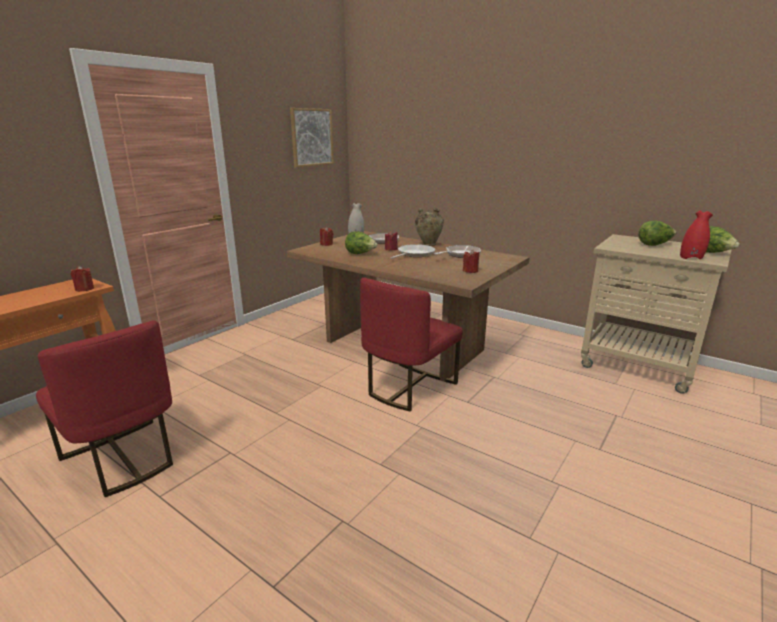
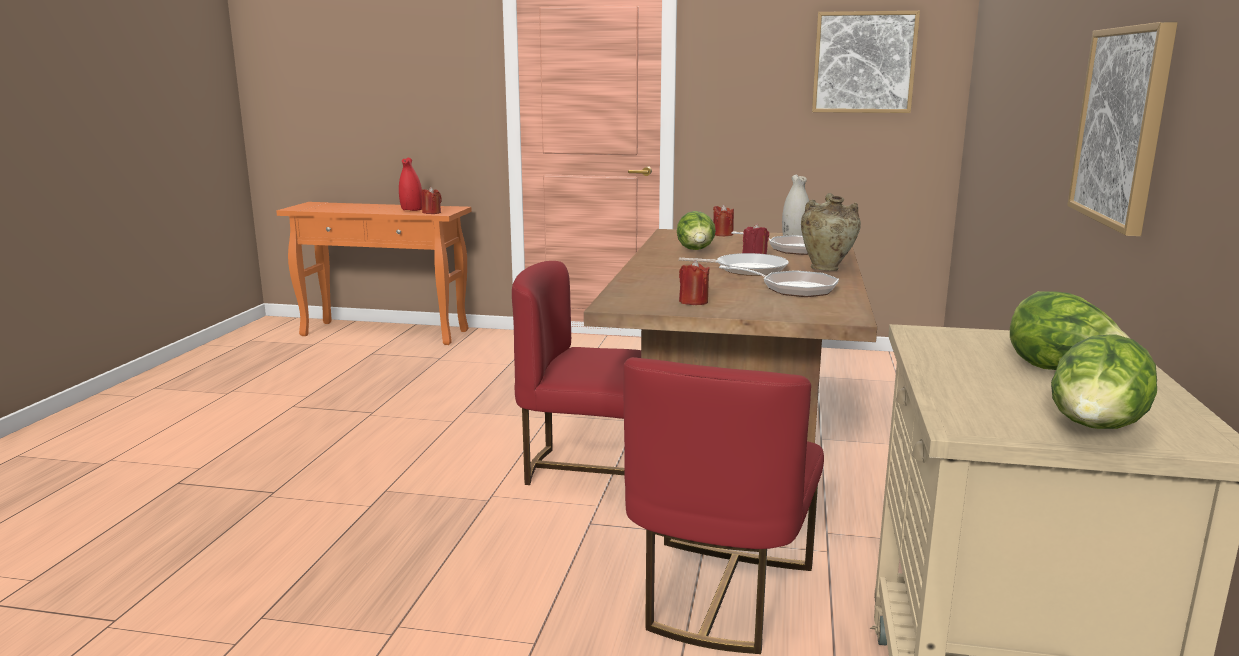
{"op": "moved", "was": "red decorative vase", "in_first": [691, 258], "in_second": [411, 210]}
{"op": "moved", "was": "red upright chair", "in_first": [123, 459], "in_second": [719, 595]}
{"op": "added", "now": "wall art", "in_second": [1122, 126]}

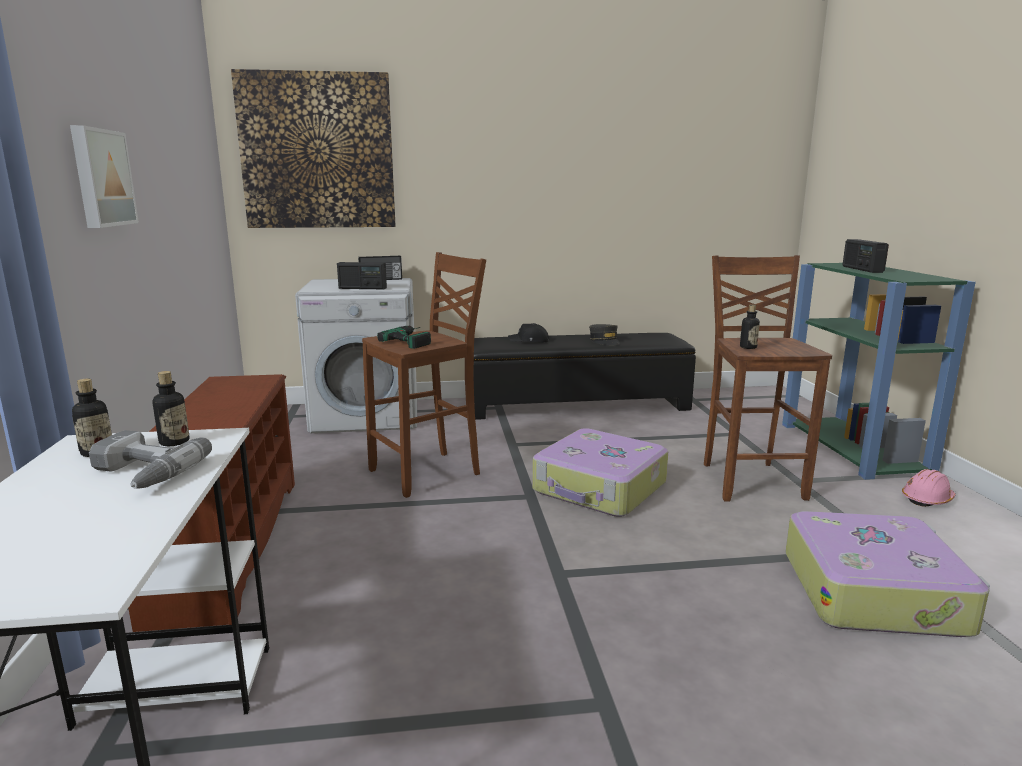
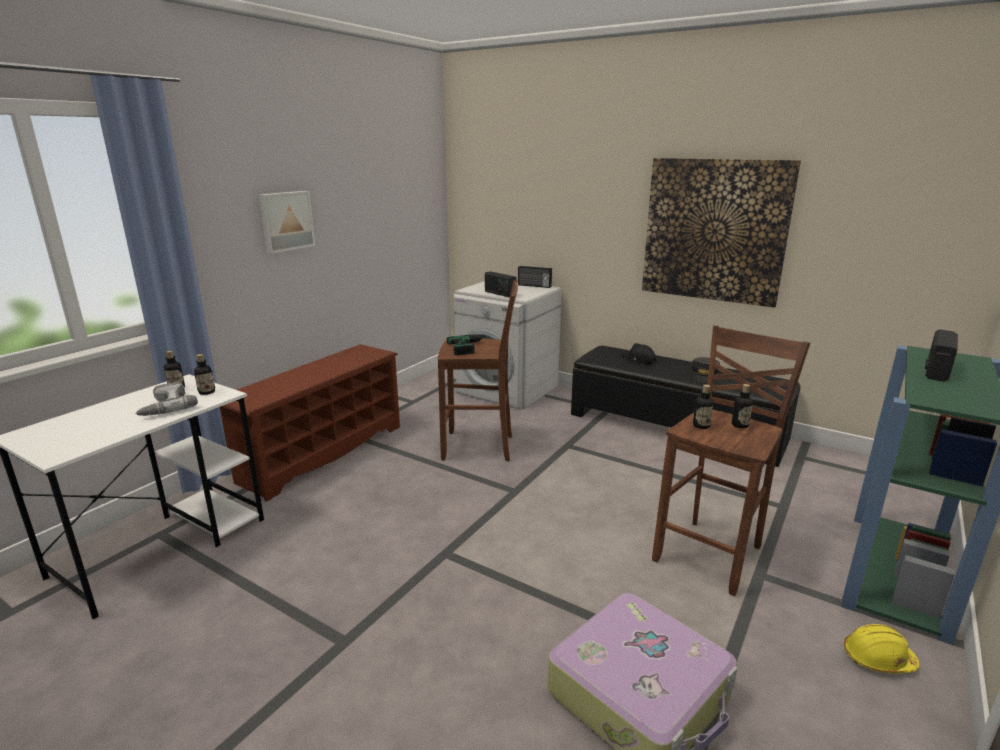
{"op": "moved", "was": "wall art", "in_first": [317, 151], "in_second": [714, 231]}
{"op": "removed", "was": "piece of luggage", "in_first": [600, 488]}
{"op": "recoloured", "was": "pink hard hat", "now": "yellow hard hat", "in_first": [927, 499], "in_second": [877, 659]}
{"op": "added", "now": "bottle", "in_second": [740, 425]}

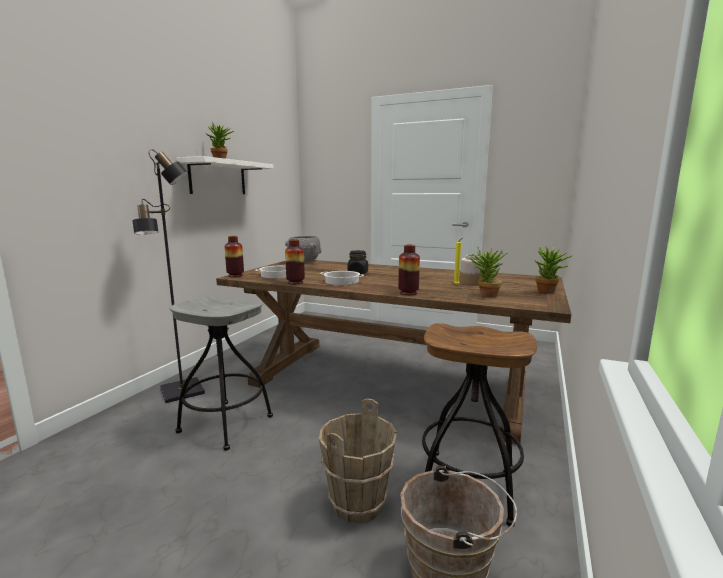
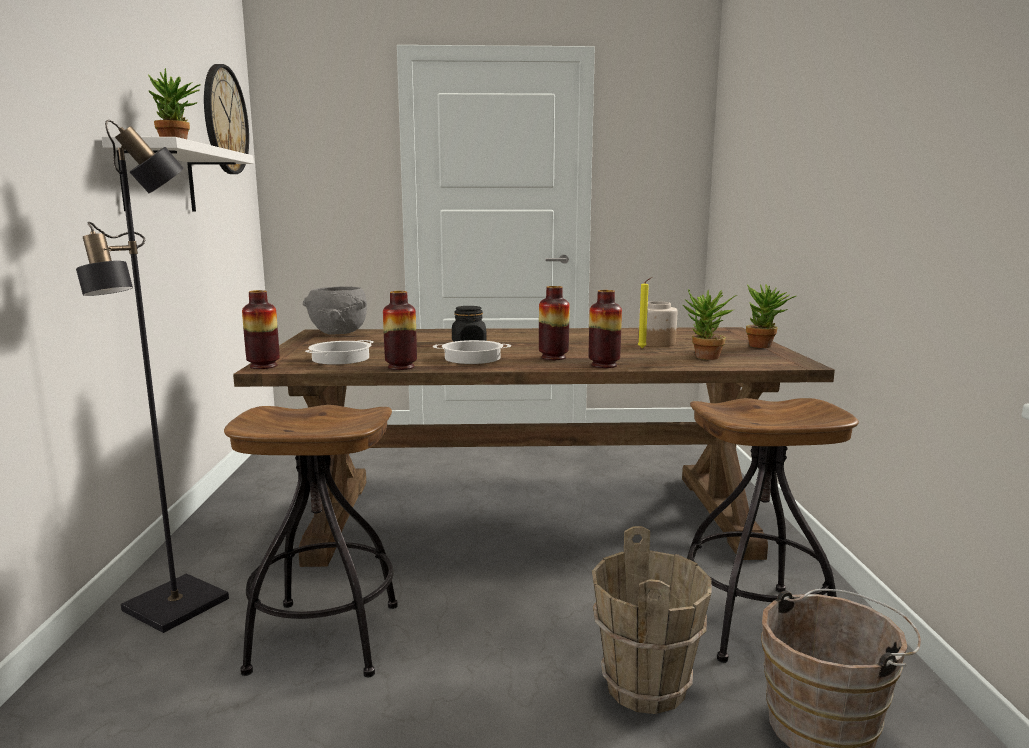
{"op": "recoloured", "was": "grey stool seat", "now": "brownish stool seat", "in_first": [225, 423], "in_second": [324, 636]}
{"op": "added", "now": "wall clock", "in_second": [225, 120]}
{"op": "added", "now": "decorative vase", "in_second": [553, 357]}

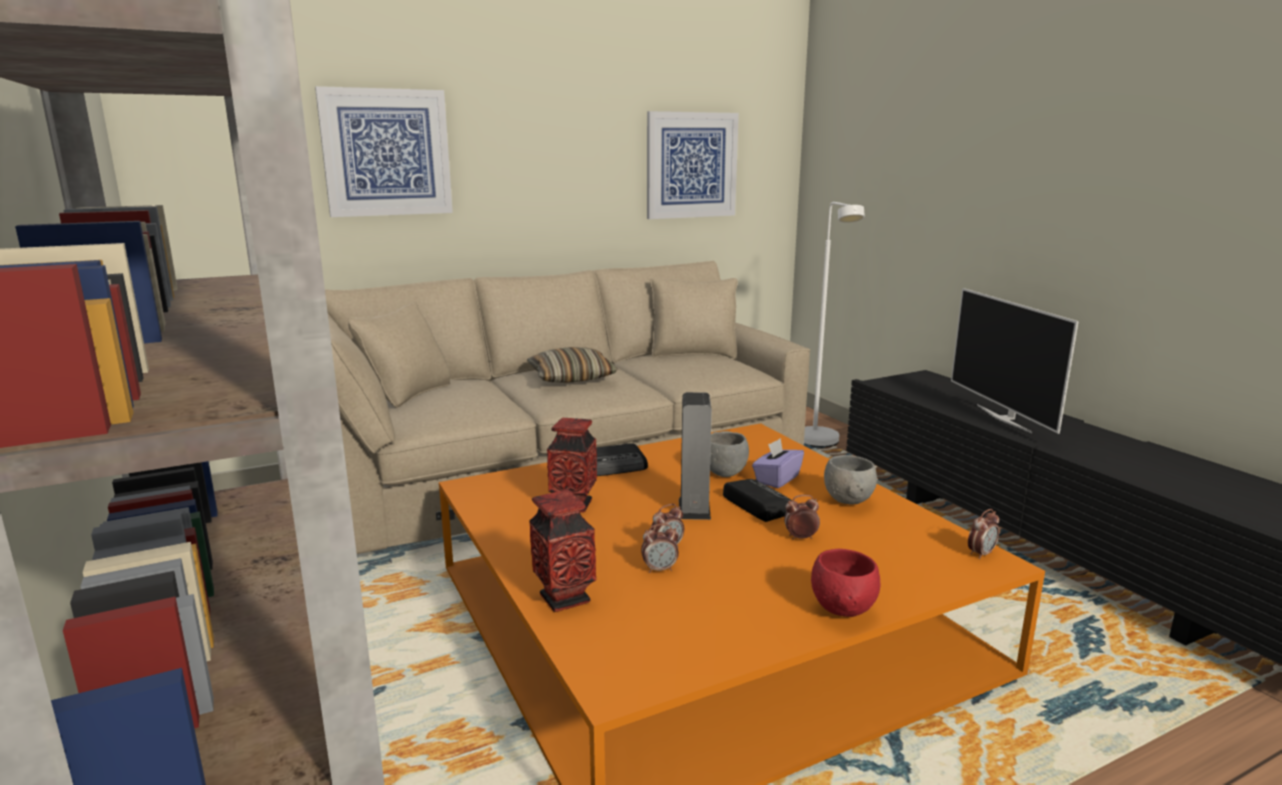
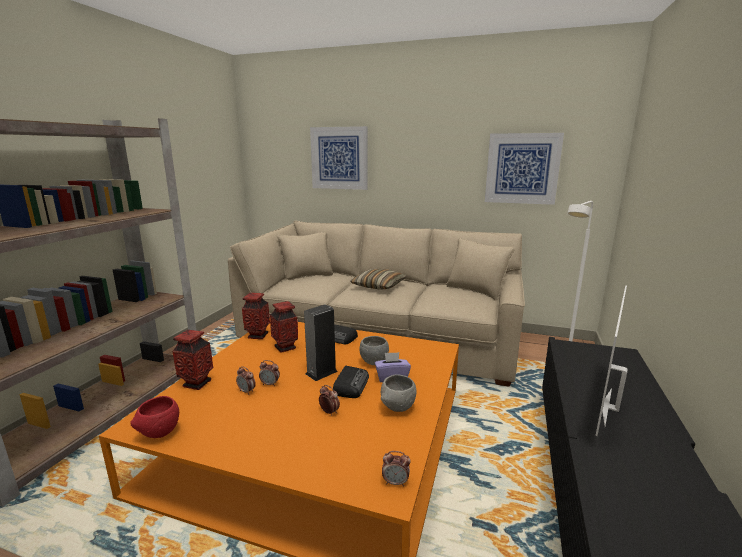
{"op": "moved", "was": "red serving bowl", "in_first": [842, 612], "in_second": [159, 433]}
{"op": "added", "now": "decorative vase", "in_second": [258, 335]}

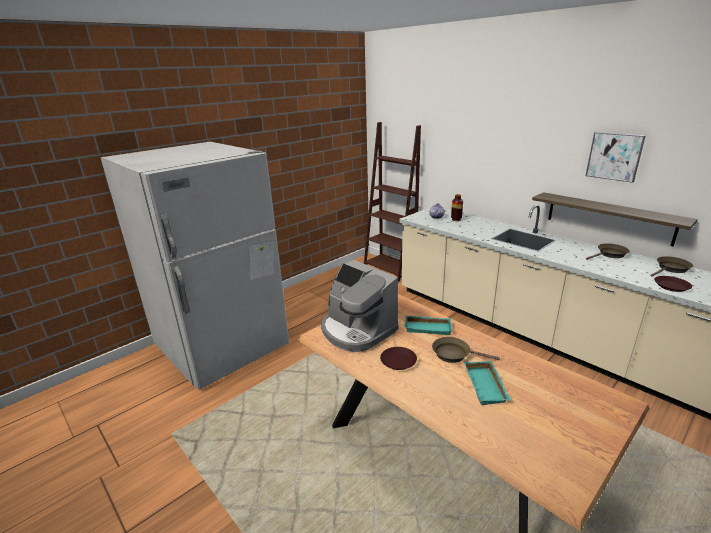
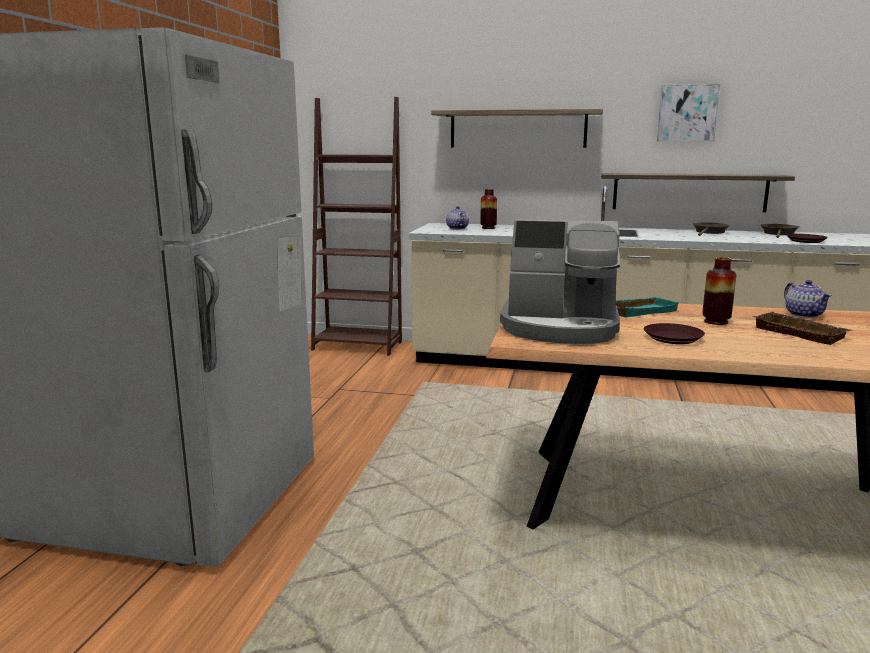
{"op": "replaced", "was": "brownish skillet", "now": "decorative vase", "in_first": [454, 354], "in_second": [716, 322]}
{"op": "recoloured", "was": "turquoise-coloured serving tray", "now": "brownish serving tray", "in_first": [487, 386], "in_second": [801, 333]}
{"op": "added", "now": "shelf", "in_second": [517, 129]}
{"op": "added", "now": "teapot", "in_second": [804, 315]}

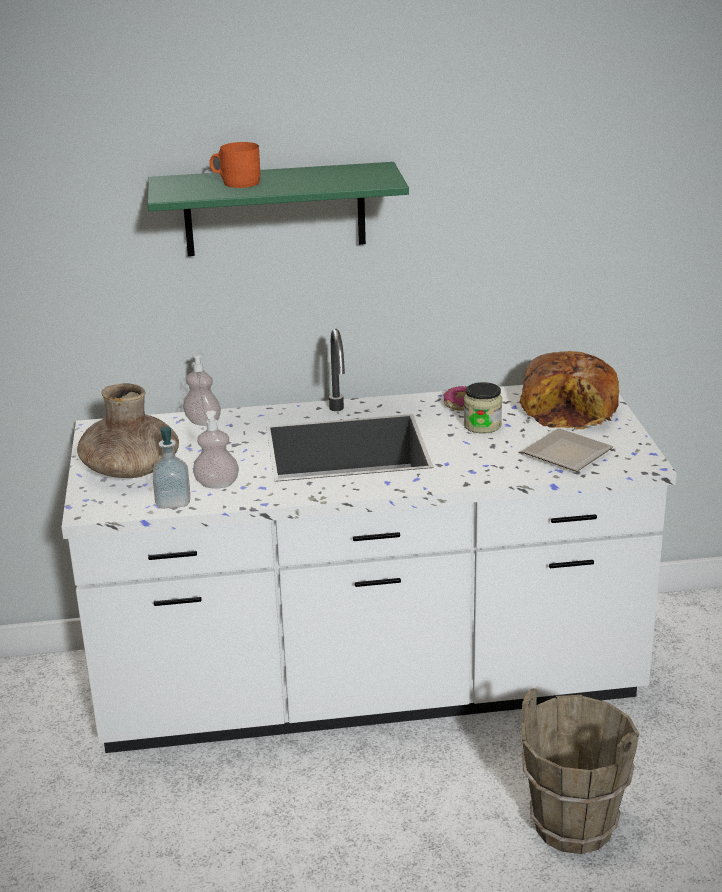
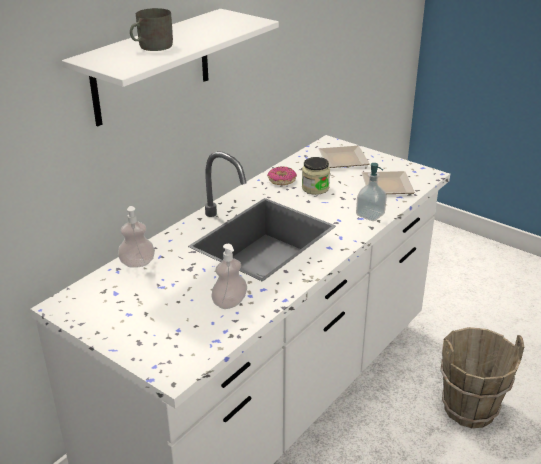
{"op": "recoloured", "was": "orange-coloured coffee mug", "now": "grey coffee mug", "in_first": [236, 182], "in_second": [151, 46]}
{"op": "recoloured", "was": "green-coloured shelf", "now": "white-coloured shelf", "in_first": [274, 209], "in_second": [152, 67]}
{"op": "replaced", "was": "bakery bread", "now": "flat dish", "in_first": [571, 409], "in_second": [341, 159]}
{"op": "removed", "was": "brownish decorative vase", "in_first": [131, 470]}
{"op": "moved", "was": "soap bottle", "in_first": [173, 501], "in_second": [370, 215]}

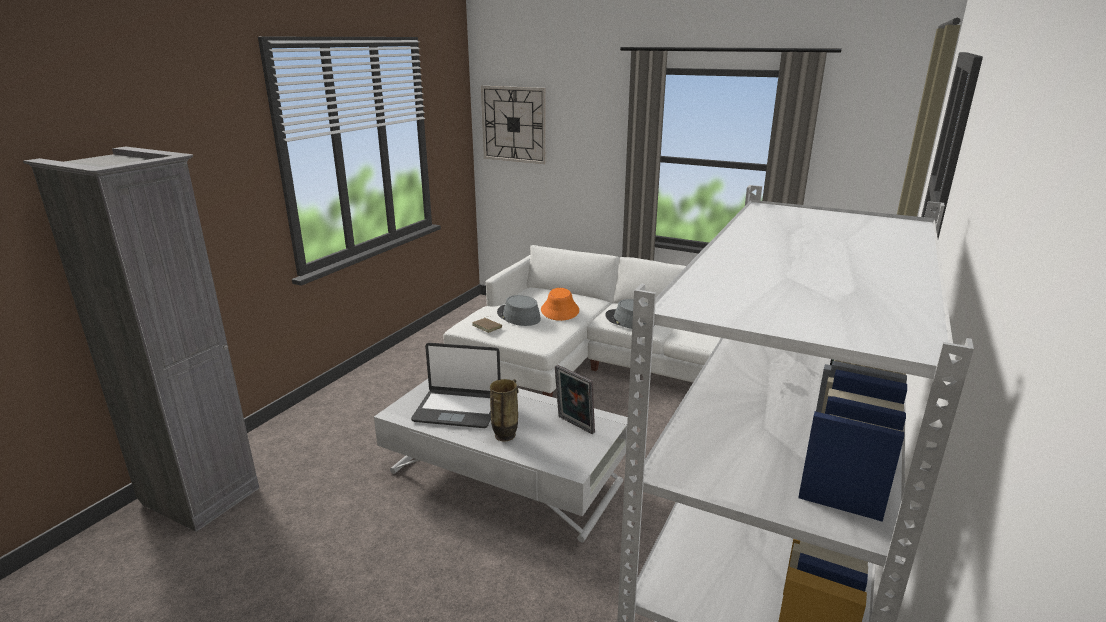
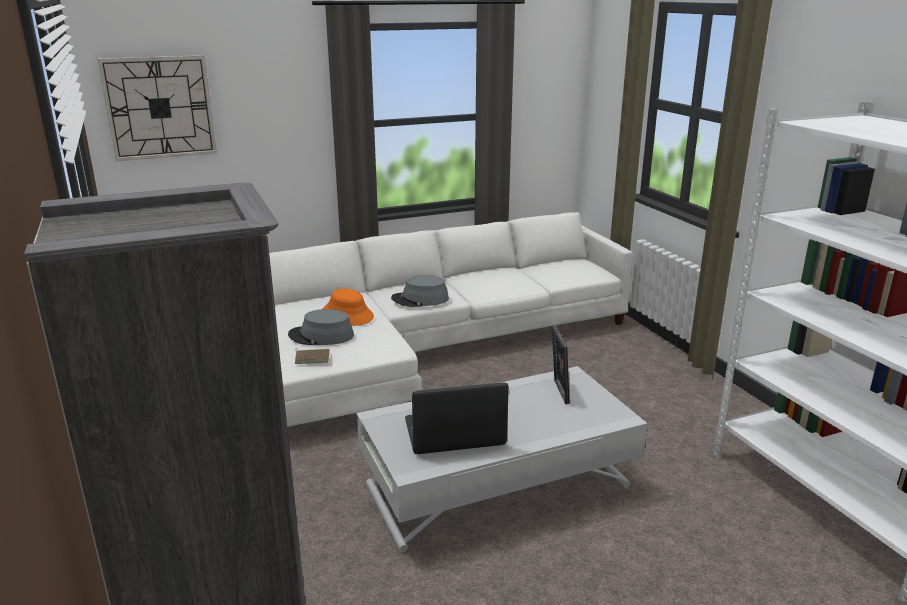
{"op": "turned", "was": "notebook computer", "in_first": [458, 409], "in_second": [454, 434], "clockwise": -150}
{"op": "turned", "was": "photo frame", "in_first": [574, 425], "in_second": [558, 392], "clockwise": 90}
{"op": "removed", "was": "decorative vase", "in_first": [505, 436]}

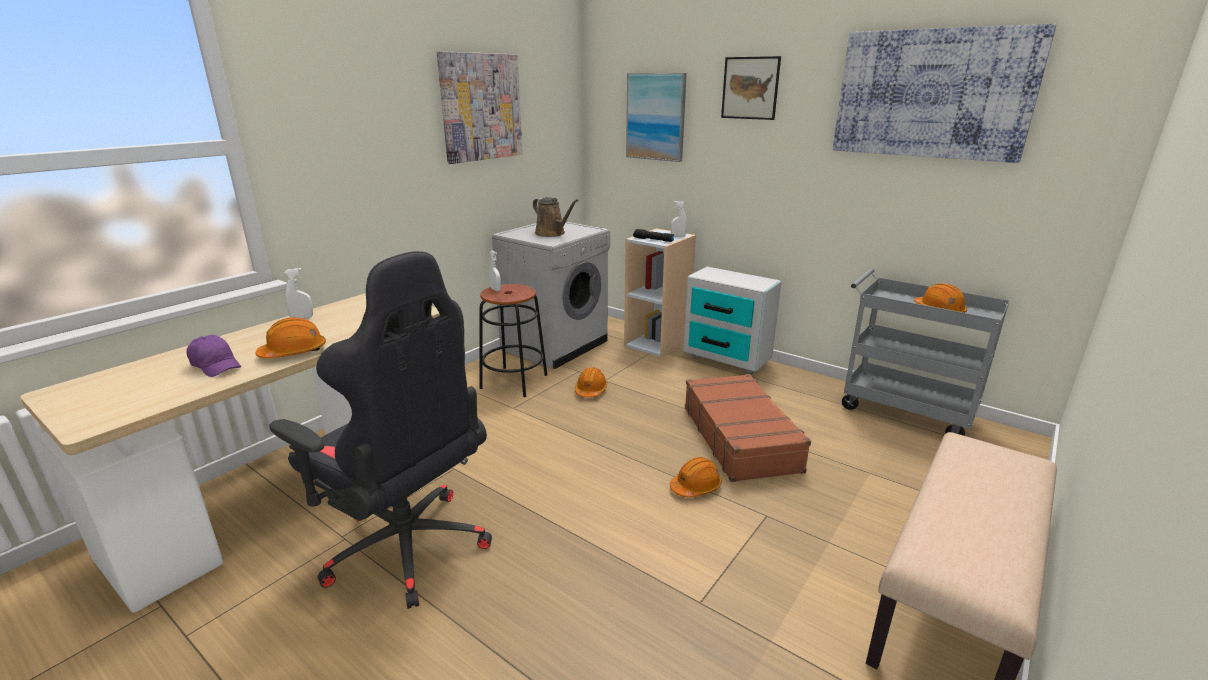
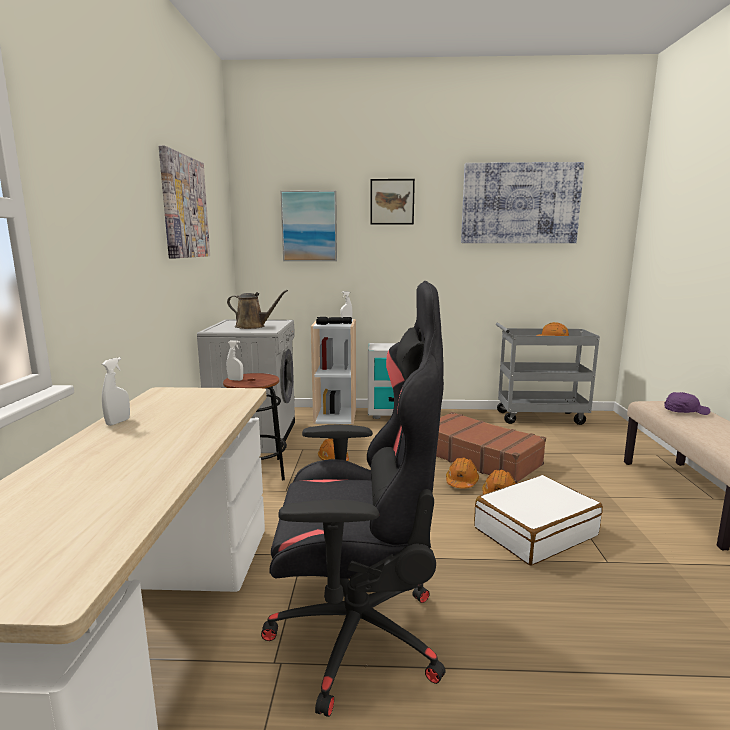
{"op": "moved", "was": "orange-coloured hard hat", "in_first": [294, 352], "in_second": [461, 482]}
{"op": "moved", "was": "purple peaked cap", "in_first": [216, 365], "in_second": [685, 411]}
{"op": "added", "now": "white-coloured piece of luggage", "in_second": [534, 531]}

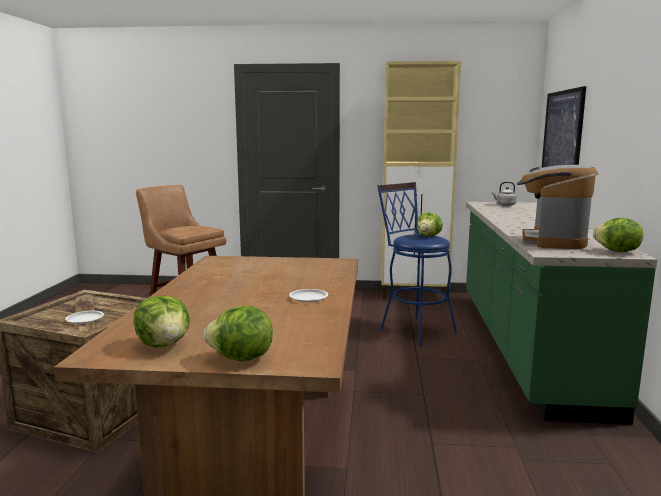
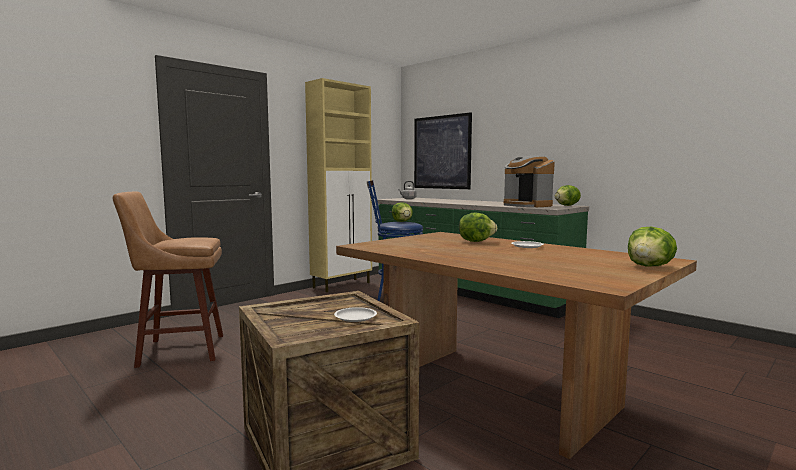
{"op": "moved", "was": "lettuce head", "in_first": [164, 344], "in_second": [476, 241]}

